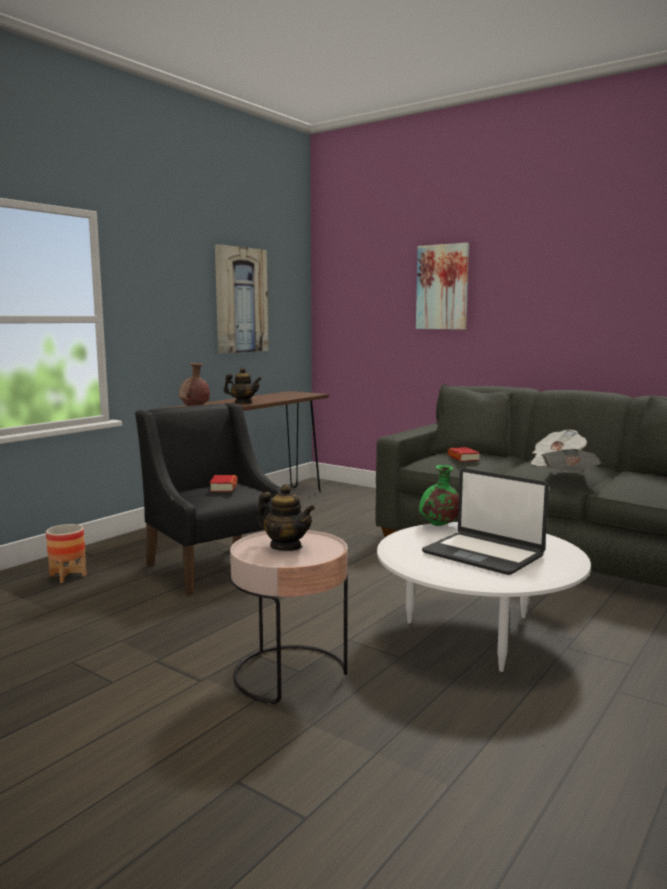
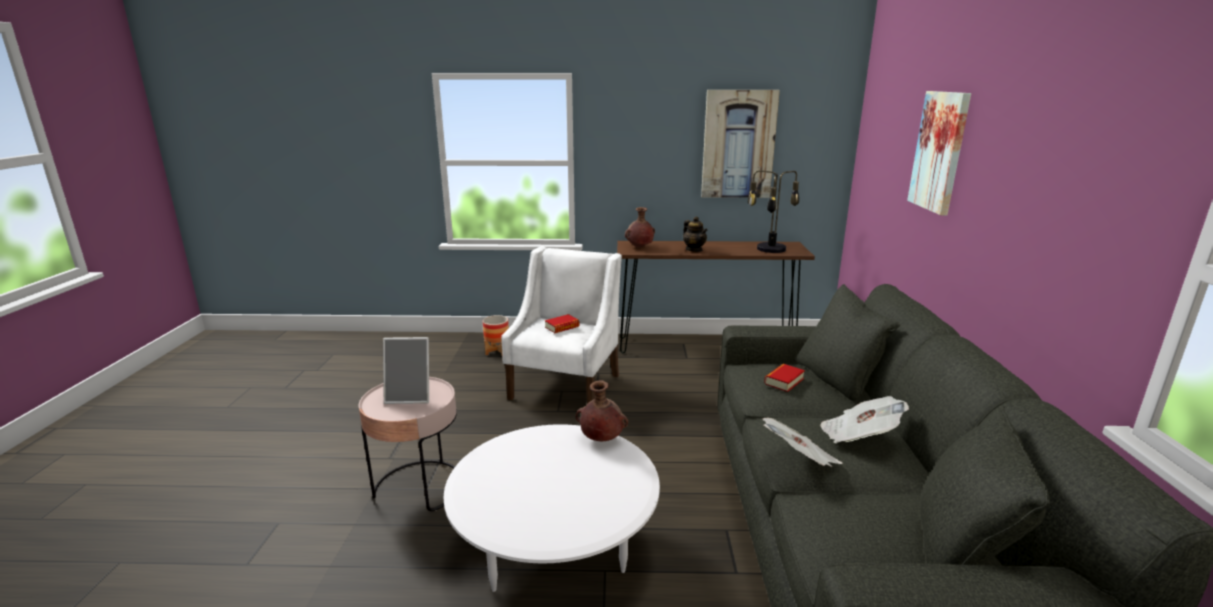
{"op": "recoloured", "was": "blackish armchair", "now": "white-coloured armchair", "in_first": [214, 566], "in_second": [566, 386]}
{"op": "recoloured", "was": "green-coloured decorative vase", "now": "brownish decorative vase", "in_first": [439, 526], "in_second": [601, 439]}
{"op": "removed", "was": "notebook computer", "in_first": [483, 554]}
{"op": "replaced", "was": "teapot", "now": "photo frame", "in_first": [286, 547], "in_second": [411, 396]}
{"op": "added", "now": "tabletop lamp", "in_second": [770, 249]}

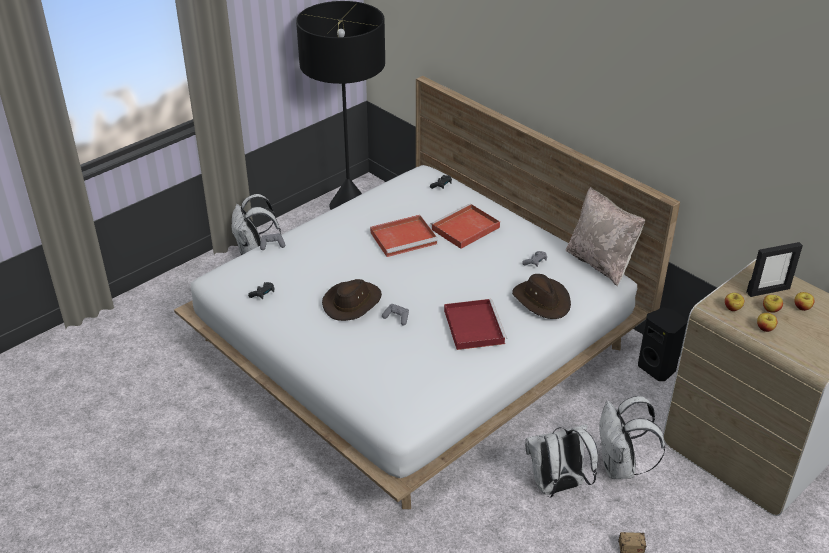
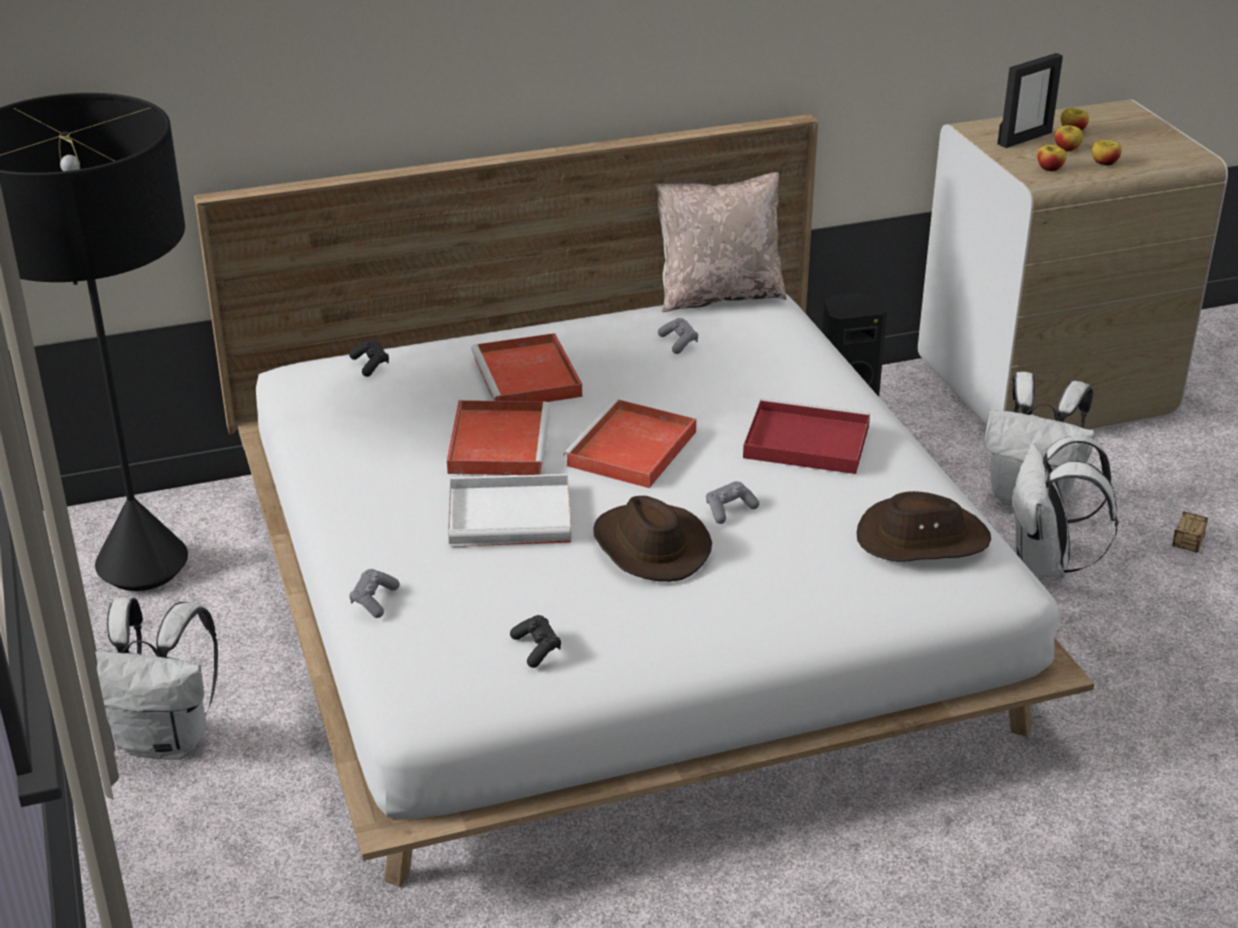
{"op": "turned", "was": "photo frame", "in_first": [768, 290], "in_second": [1024, 138], "clockwise": 45}
{"op": "moved", "was": "brownish clothing hat", "in_first": [542, 300], "in_second": [921, 539]}
{"op": "added", "now": "red serving tray", "in_second": [631, 450]}
{"op": "added", "now": "white-coloured serving tray", "in_second": [512, 515]}

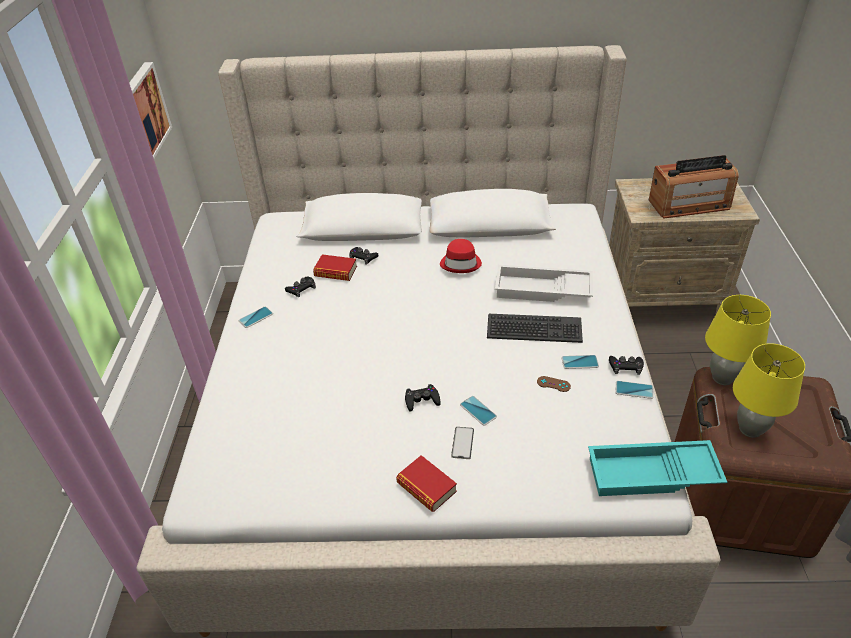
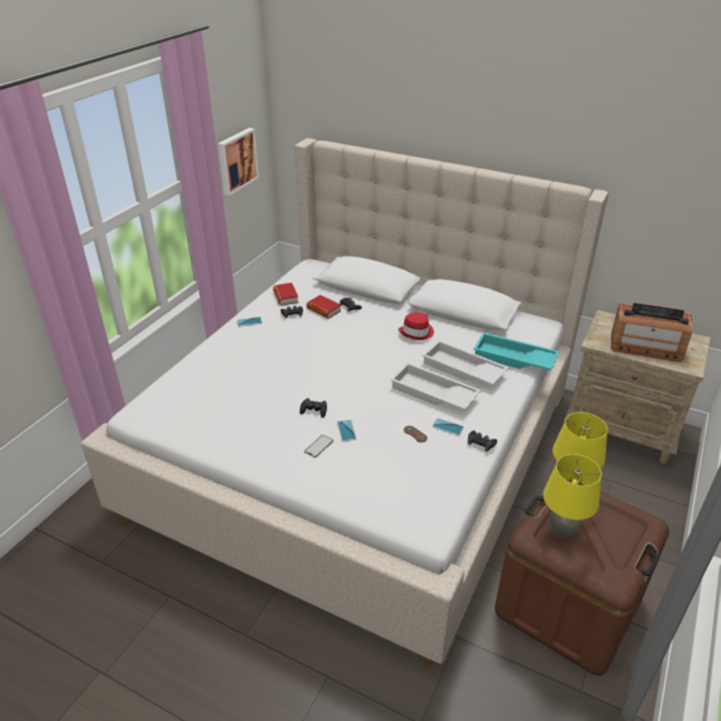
{"op": "replaced", "was": "computer keyboard", "now": "white-coloured serving tray", "in_first": [534, 329], "in_second": [432, 393]}
{"op": "removed", "was": "telephone", "in_first": [634, 390]}
{"op": "moved", "was": "turquoise-coloured serving tray", "in_first": [652, 475], "in_second": [513, 359]}
{"op": "moved", "was": "book", "in_first": [426, 487], "in_second": [285, 297]}

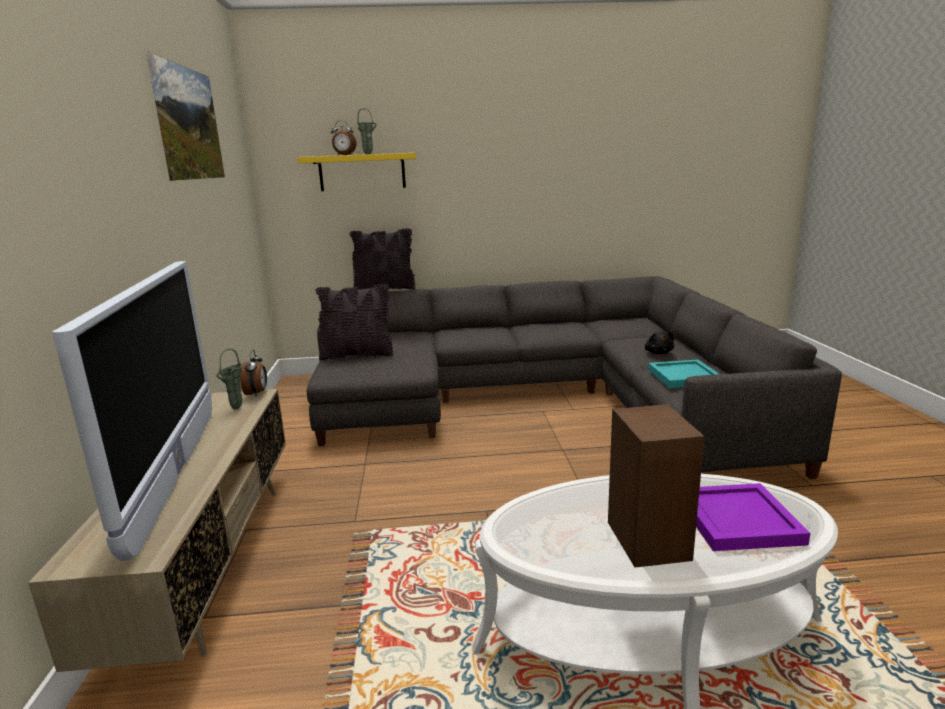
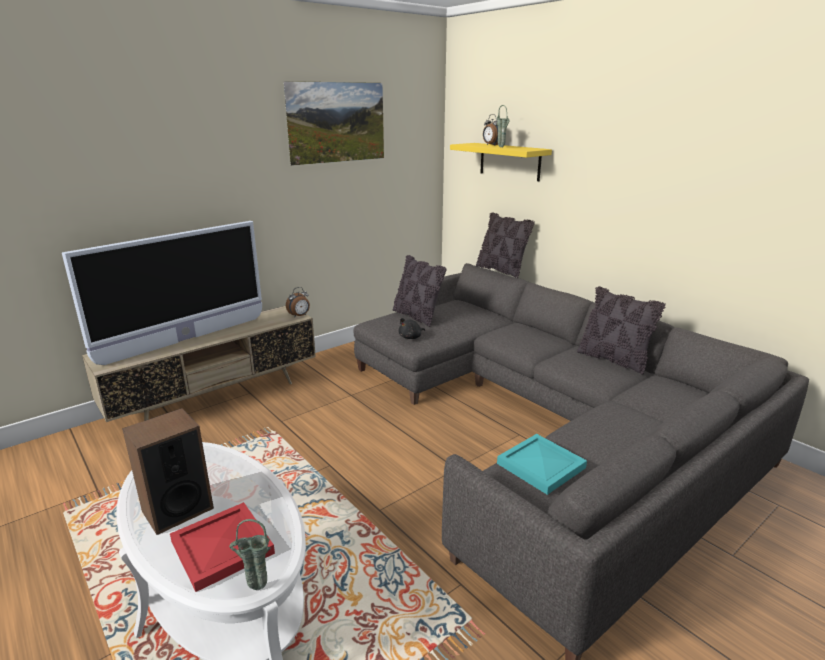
{"op": "moved", "was": "blackish cuddly toy", "in_first": [658, 353], "in_second": [411, 337]}
{"op": "moved", "was": "green-coloured decorative vase", "in_first": [236, 409], "in_second": [255, 588]}
{"op": "recoloured", "was": "purple serving tray", "now": "red serving tray", "in_first": [738, 519], "in_second": [224, 547]}
{"op": "added", "now": "blackish cushion", "in_second": [613, 360]}

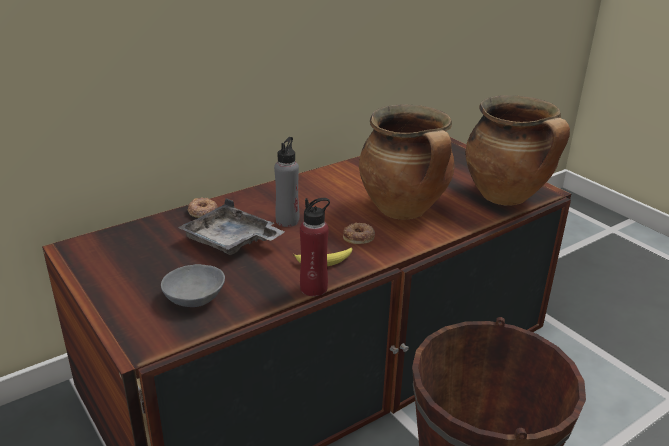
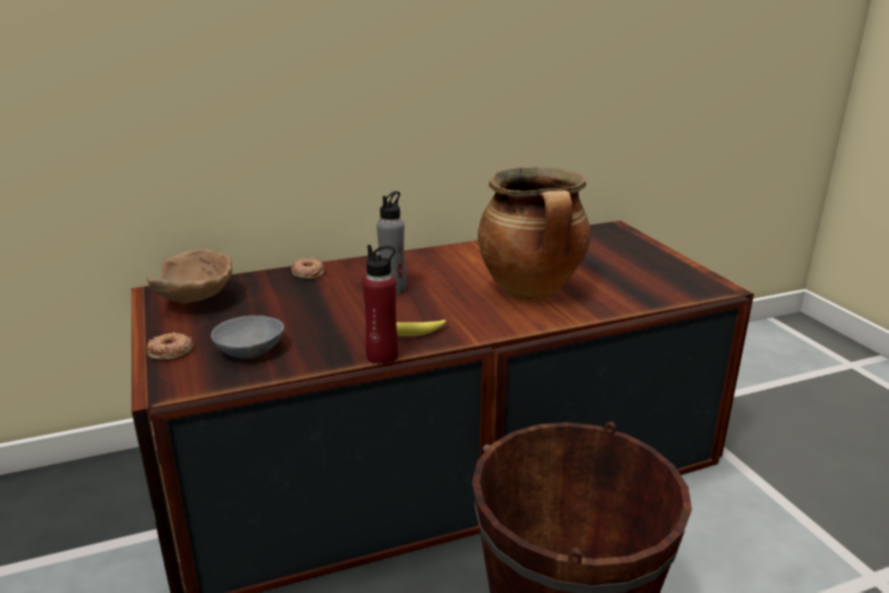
{"op": "removed", "was": "stockpot", "in_first": [507, 197]}
{"op": "removed", "was": "grey serving tray", "in_first": [231, 241]}
{"op": "moved", "was": "donut", "in_first": [359, 237], "in_second": [170, 351]}
{"op": "added", "now": "brownish serving bowl", "in_second": [197, 302]}

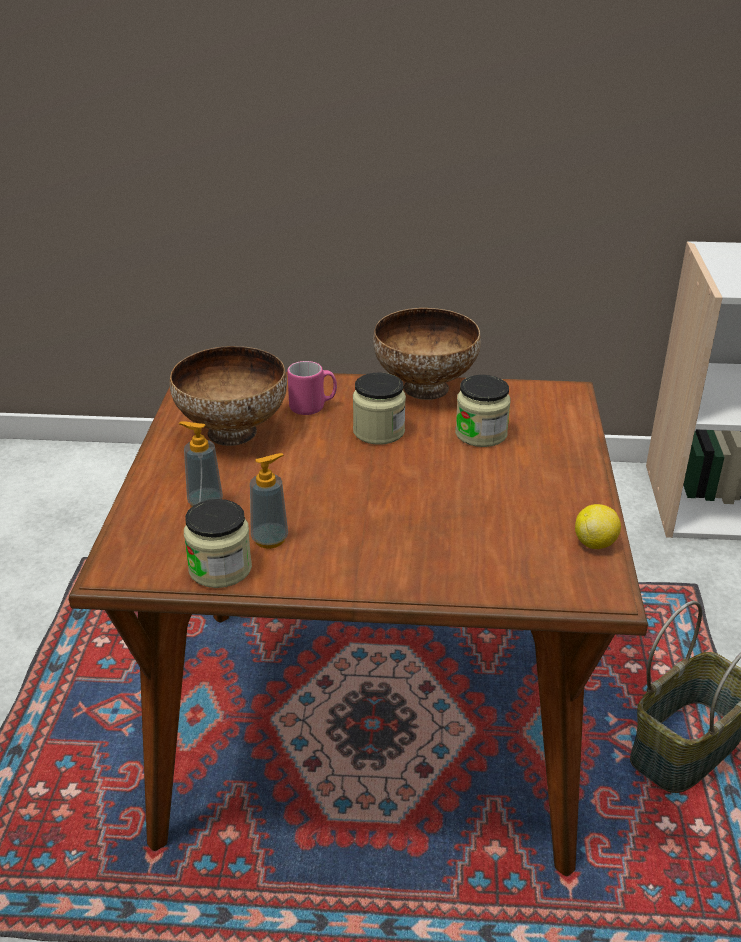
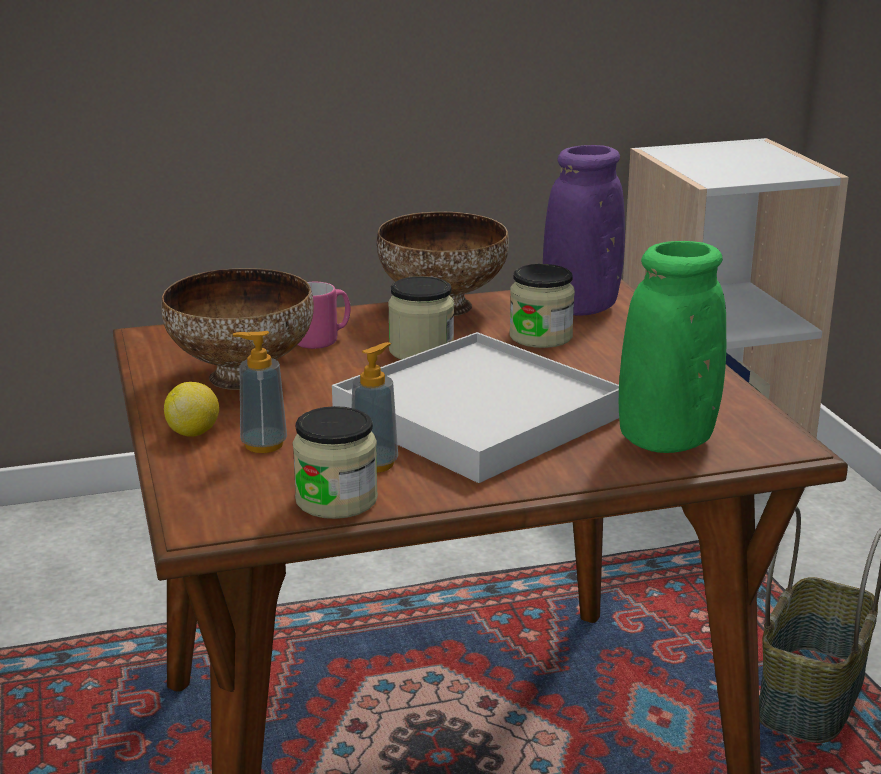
{"op": "moved", "was": "citrus fruit", "in_first": [595, 543], "in_second": [193, 432]}
{"op": "added", "now": "purple decorative vase", "in_second": [580, 308]}
{"op": "added", "now": "green-coloured decorative vase", "in_second": [666, 440]}
{"op": "added", "now": "white-coloured serving tray", "in_second": [478, 415]}

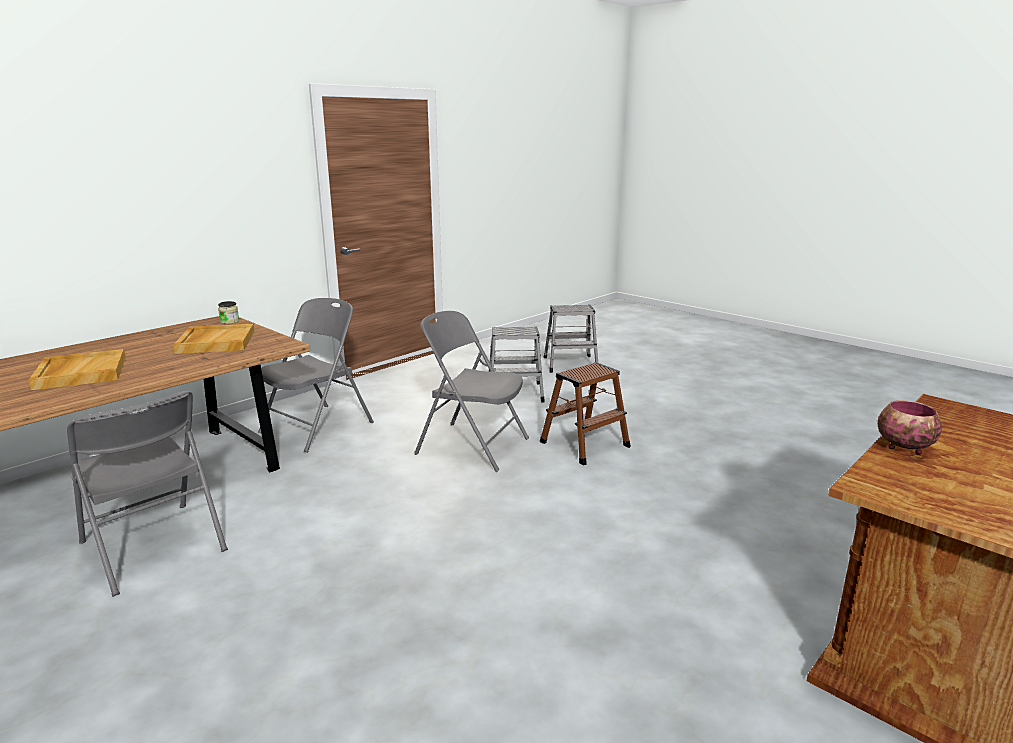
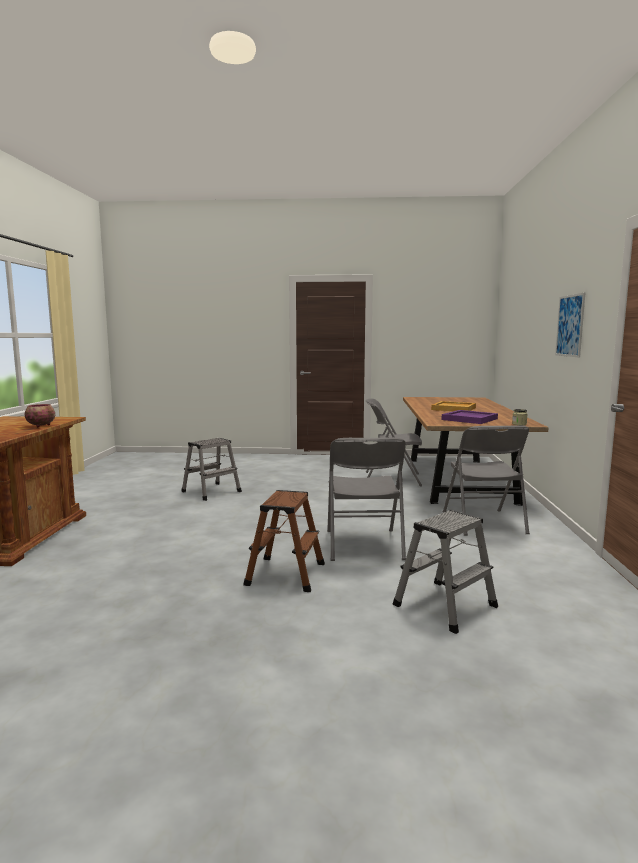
{"op": "moved", "was": "grey step stool", "in_first": [570, 363], "in_second": [211, 491]}
{"op": "turned", "was": "grey upright chair", "in_first": [473, 446], "in_second": [363, 545], "clockwise": 105}
{"op": "recoloured", "was": "beige-coloured serving tray", "now": "purple serving tray", "in_first": [216, 342], "in_second": [470, 419]}
{"op": "added", "now": "wall art", "in_second": [570, 325]}

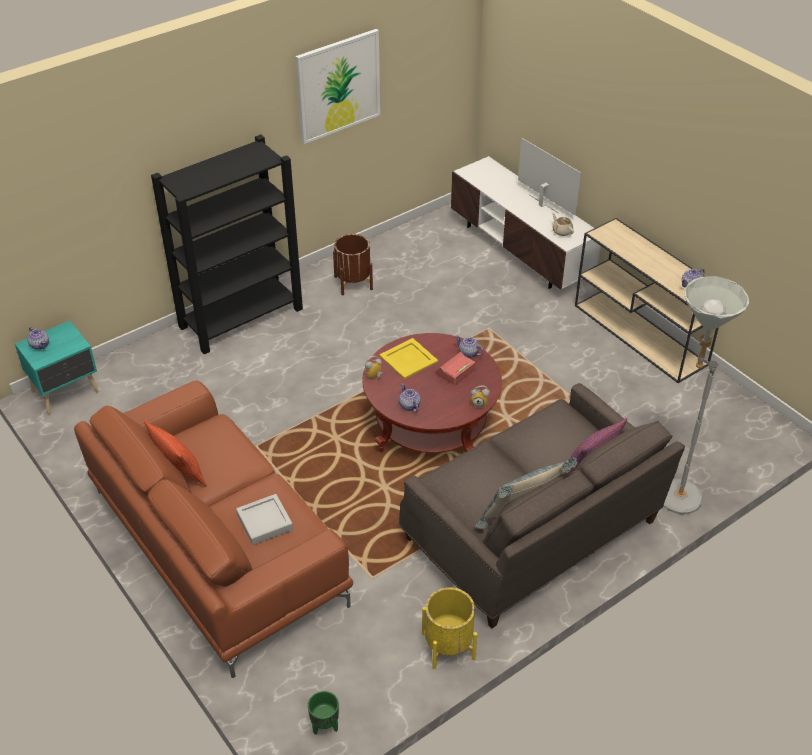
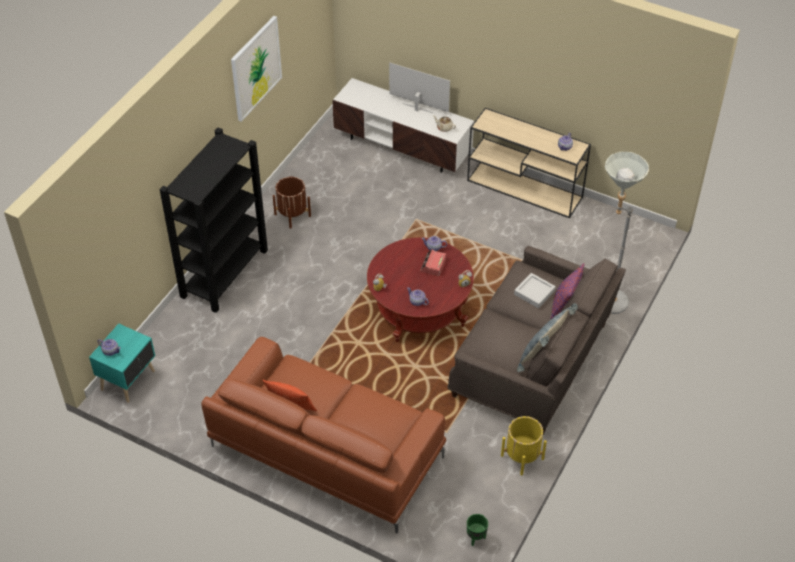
{"op": "removed", "was": "yellow serving tray", "in_first": [408, 358]}
{"op": "moved", "was": "grey serving tray", "in_first": [264, 522], "in_second": [534, 292]}

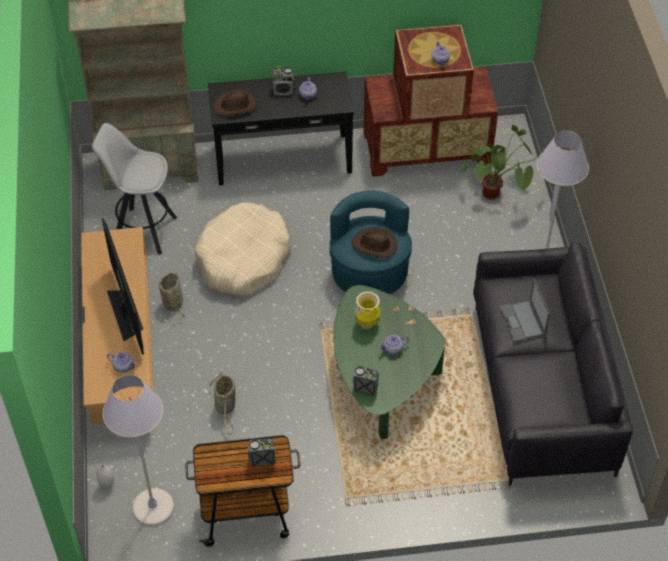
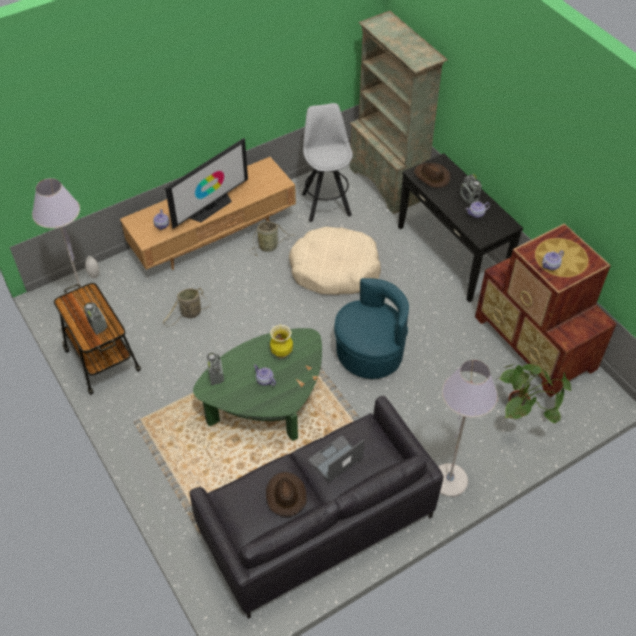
{"op": "moved", "was": "brownish clothing hat", "in_first": [374, 245], "in_second": [285, 495]}

